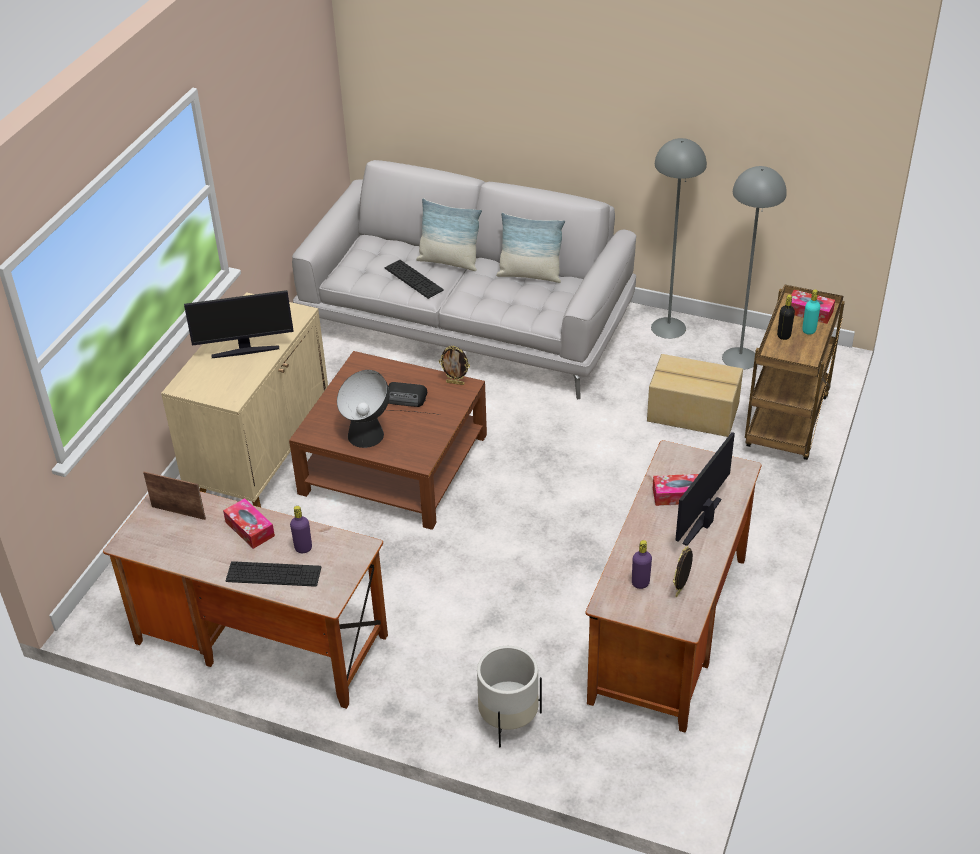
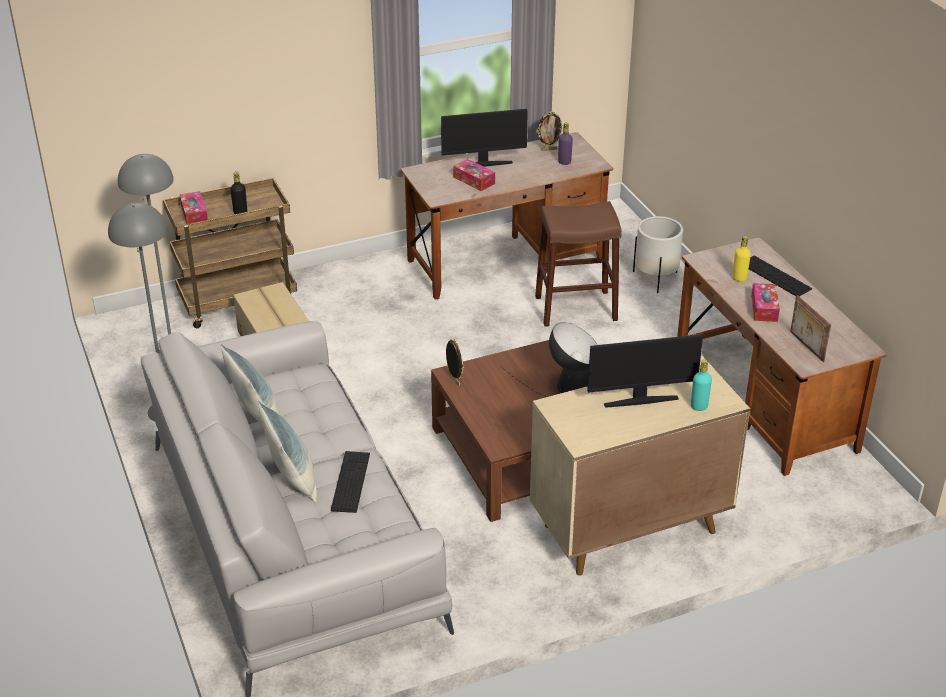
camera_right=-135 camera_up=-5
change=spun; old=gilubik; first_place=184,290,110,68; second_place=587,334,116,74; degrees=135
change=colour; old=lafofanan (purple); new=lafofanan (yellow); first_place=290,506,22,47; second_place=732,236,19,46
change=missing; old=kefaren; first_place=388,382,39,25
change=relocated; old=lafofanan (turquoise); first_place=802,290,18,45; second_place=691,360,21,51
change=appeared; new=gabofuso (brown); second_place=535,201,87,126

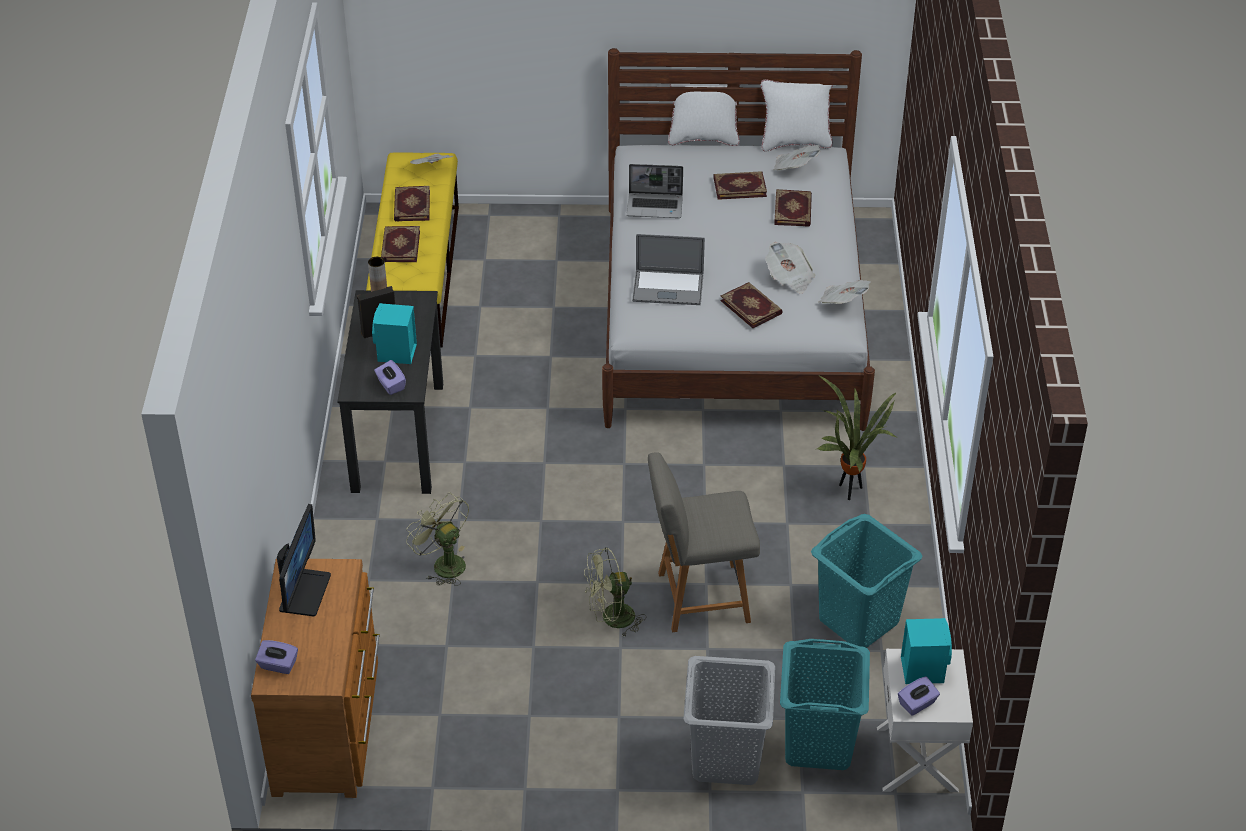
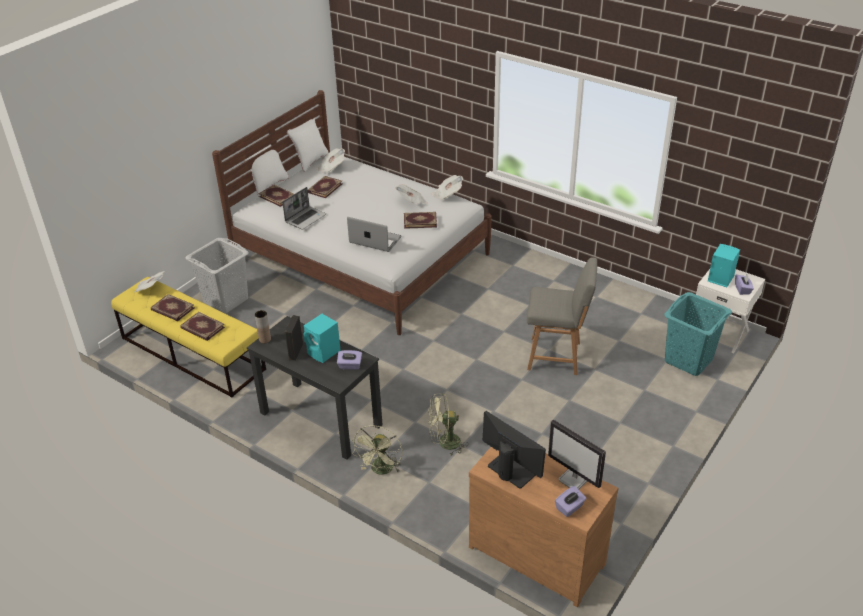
camera_right=-55 camera_up=-5
change=relocated; old=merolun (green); first_place=584,547,62,90; second_place=352,425,51,50
change=spun; old=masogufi; first_place=632,234,73,71; second_place=347,217,55,35; degrees=-105
change=spun; old=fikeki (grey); first_place=648,452,112,180; second_place=527,258,70,117; degrees=-105
change=relocated; old=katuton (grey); first_place=683,656,92,129; second_place=185,238,64,75
change=relocated; old=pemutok; first_place=774,189,38,38; second_place=258,185,36,22
change=missing; old=katuton (turquoise); first_place=811,514,111,134
change=missing; old=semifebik; first_place=817,376,79,124
change=appeared; new=gilubik; second_place=548,420,58,69

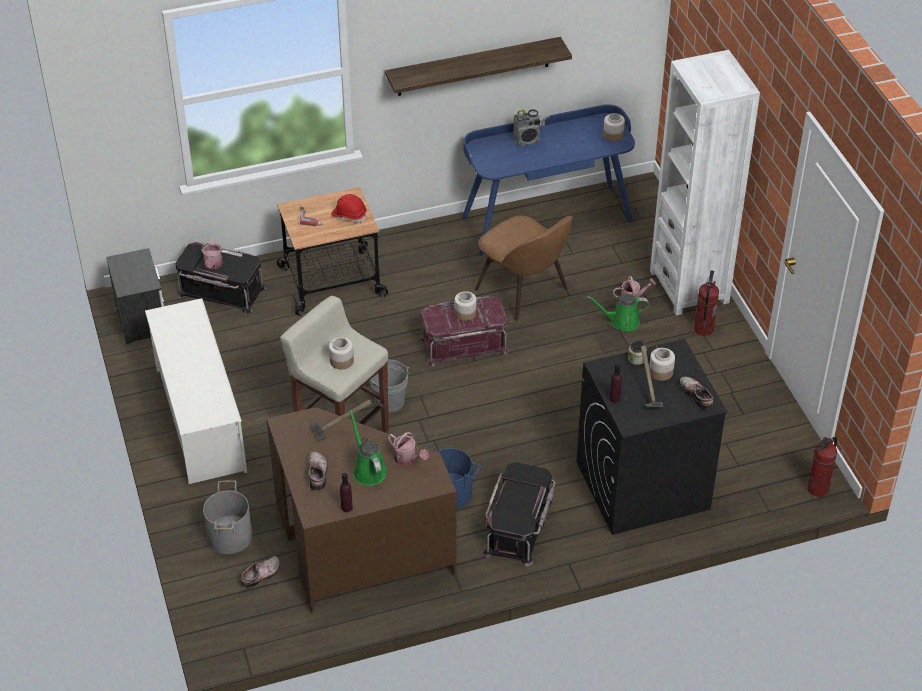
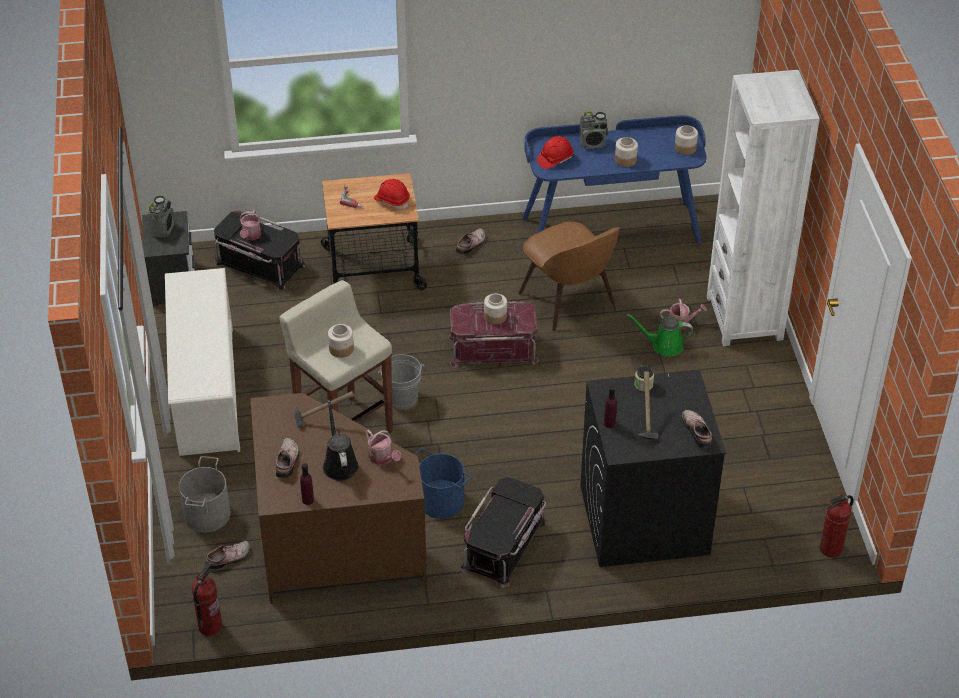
camera_right=10 camera_up=0
change=colour; old=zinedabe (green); new=zinedabe (black); first_place=350,410,37,76; second_place=323,400,35,81
change=missing; old=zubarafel; first_place=385,37,187,59
change=relocated; old=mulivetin; first_place=649,348,26,33; second_place=615,137,23,30
change=relocated; old=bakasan; first_place=694,270,25,66; second_place=192,563,30,73
change=appeared; new=kefaren; second_place=148,196,27,42
change=appeared; new=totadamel; second_place=456,228,30,26
change=appeared; new=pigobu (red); second_place=537,136,36,33

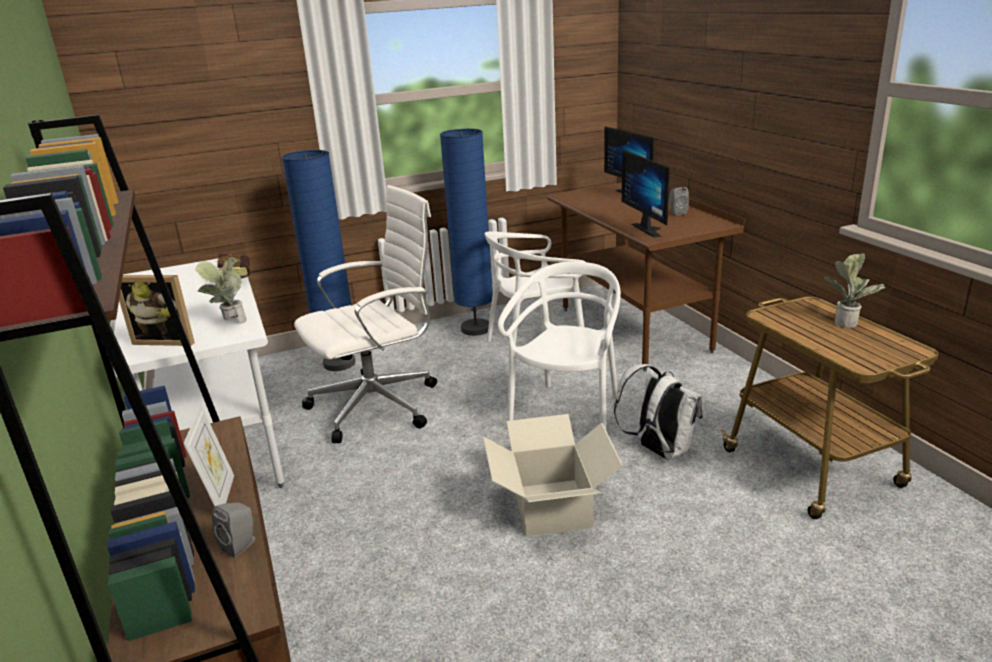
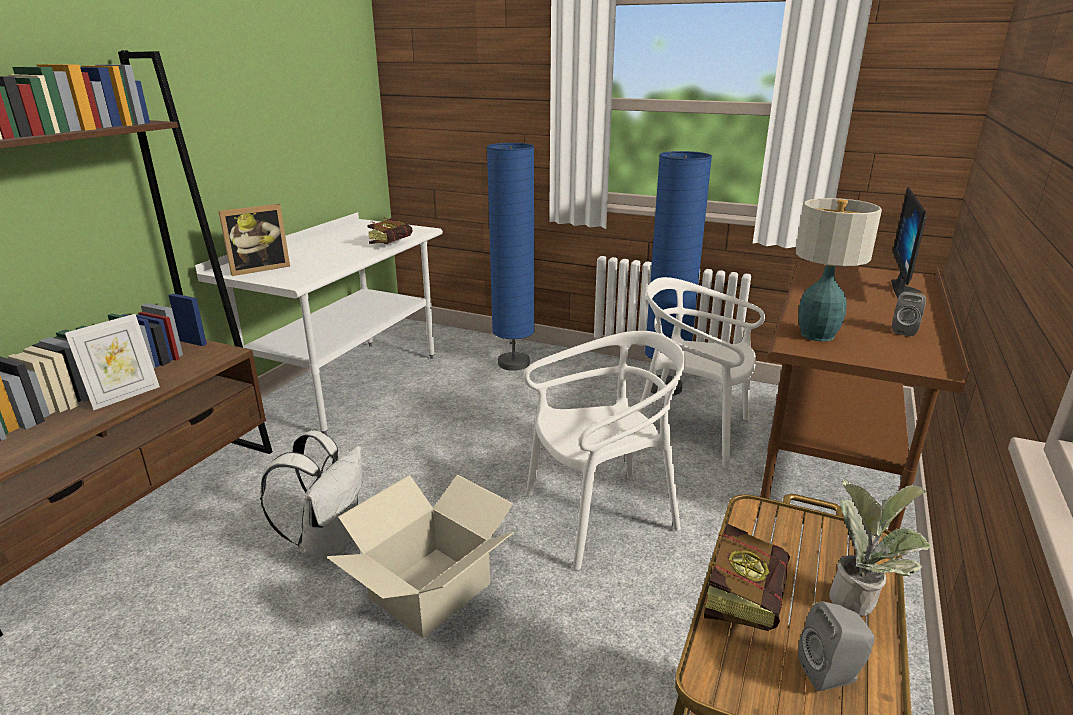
camera_right=45 camera_up=0
change=spun; old=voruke; first_place=119,275,76,71; second_place=218,204,72,72; degrees=-90
change=missing; old=semifebik; first_place=195,257,52,67
change=relocated; old=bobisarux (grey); first_place=212,503,43,55; second_place=798,601,77,90
change=missing; old=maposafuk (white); first_place=294,185,143,258
change=relocated; old=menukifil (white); first_place=614,364,89,96; second_place=260,430,102,131
change=exchanged; old=gilubik; new=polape; first_place=622,149,48,89; second_place=796,198,86,144
change=appeared; new=pemutok; second_place=704,524,86,107

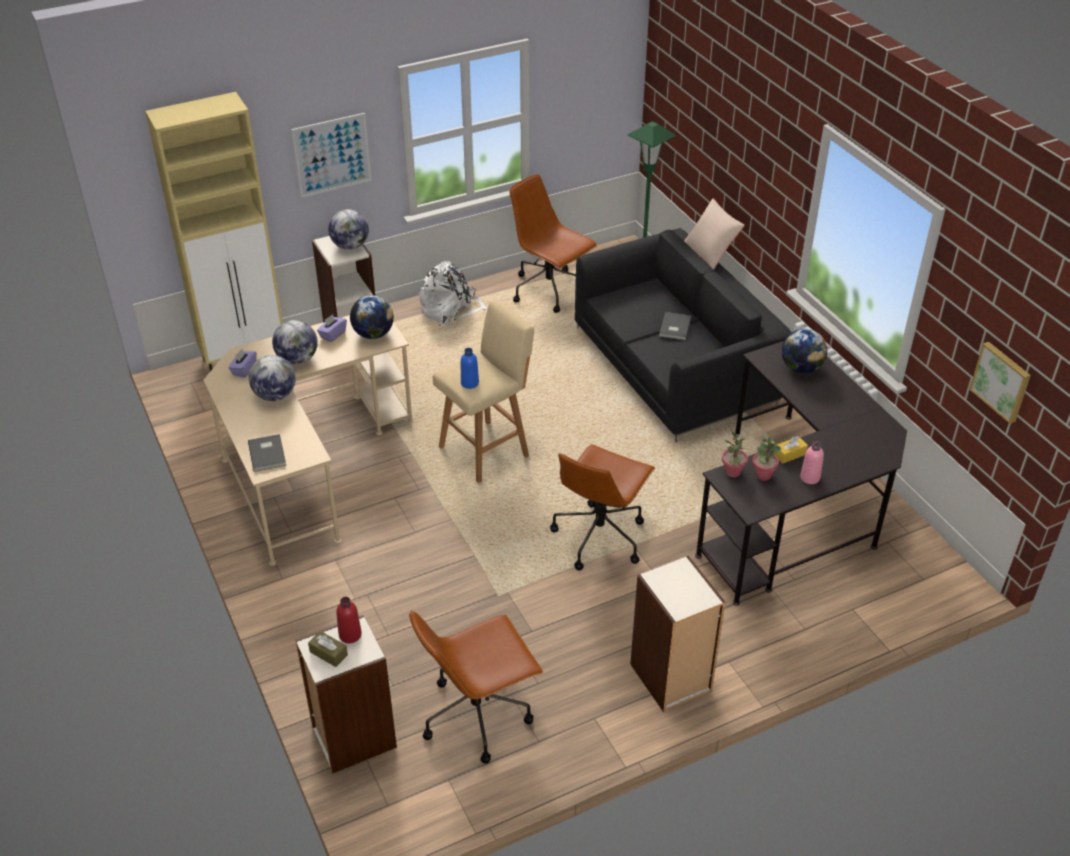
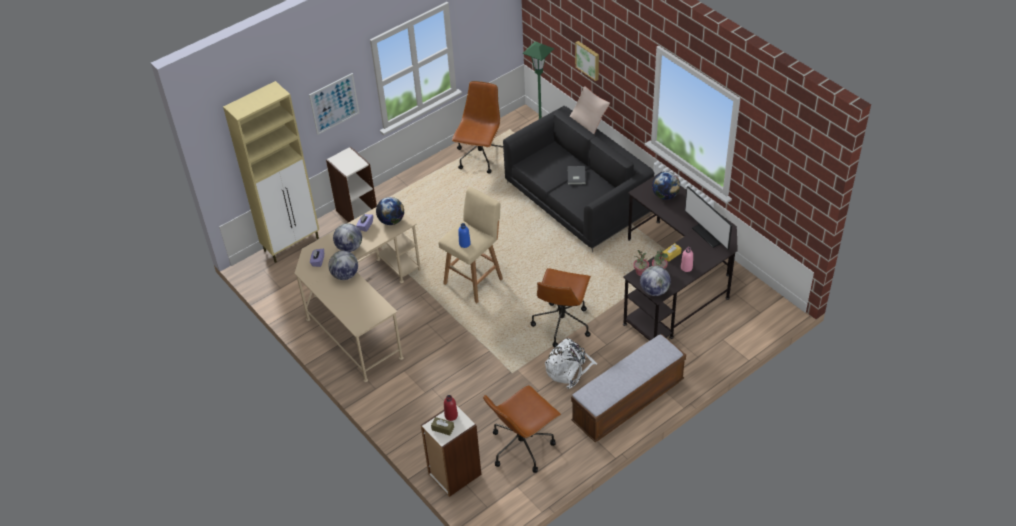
camera_right=-10 camera_up=5
change=missing; old=pemutok (grey); first_place=248,434,38,38
change=relocated; old=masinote; first_place=328,209,41,41; second_place=640,266,31,30
change=relocated; old=menukifil (white); first_place=419,261,68,66; second_place=545,338,52,51
change=spun; old=maposafuk (brown); first_place=510,174,88,139; second_place=452,81,51,93; degrees=75
change=exchanged; old=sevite; new=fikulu; first_place=630,556,95,156; second_place=571,334,115,108
change=relocated; old=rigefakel; first_place=969,342,62,82; second_place=575,41,24,40
change=appeared; new=gilubik; second_place=685,186,47,64

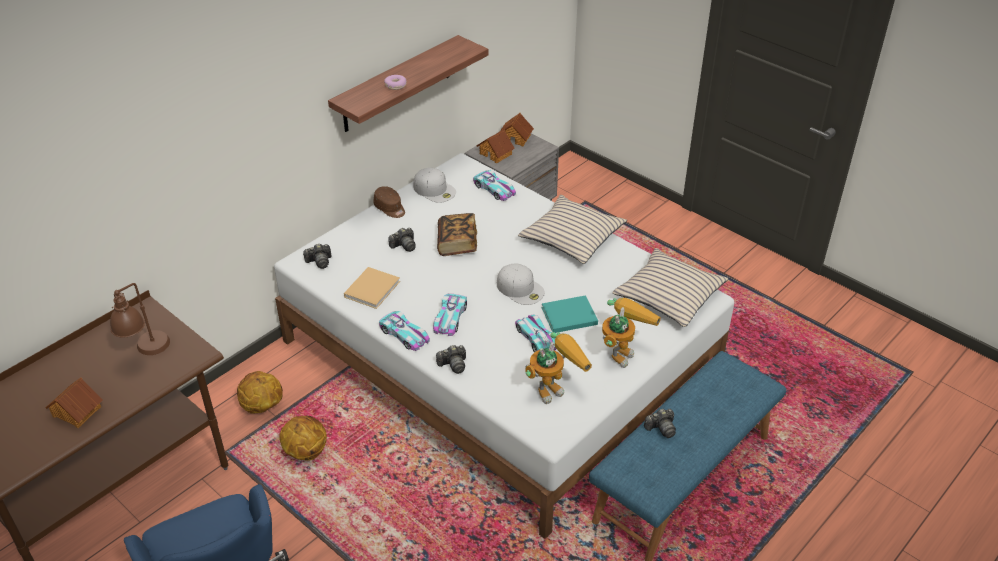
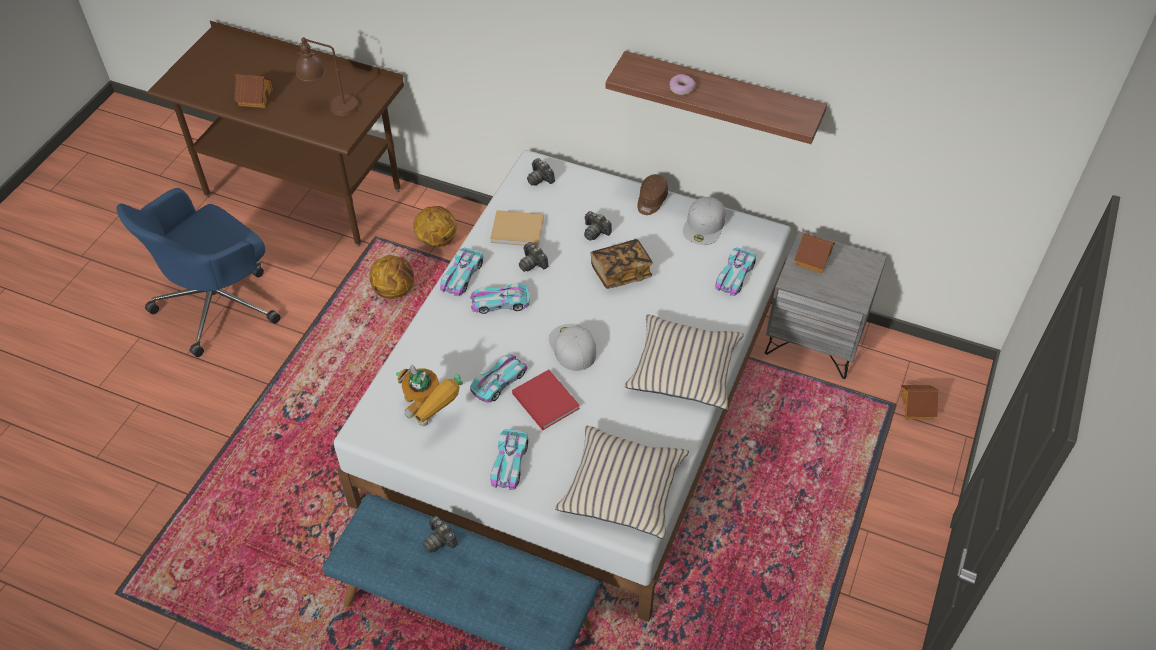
camera_right=70 camera_up=10
change=relocated; old=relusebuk; first_place=436,345,30,29; second_place=519,242,29,30
change=spun; old=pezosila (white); first_place=497,263,48,42; second_place=549,324,47,47; degrees=135
change=relocated; old=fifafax; first_place=500,113,34,33; second_place=900,385,39,35
change=colour; old=pemutok (turquoise); new=pemutok (red); first_place=542,295,56,38; second_place=512,369,68,61
change=exchanged; old=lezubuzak; new=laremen; first_place=602,298,59,70; second_place=490,429,38,61

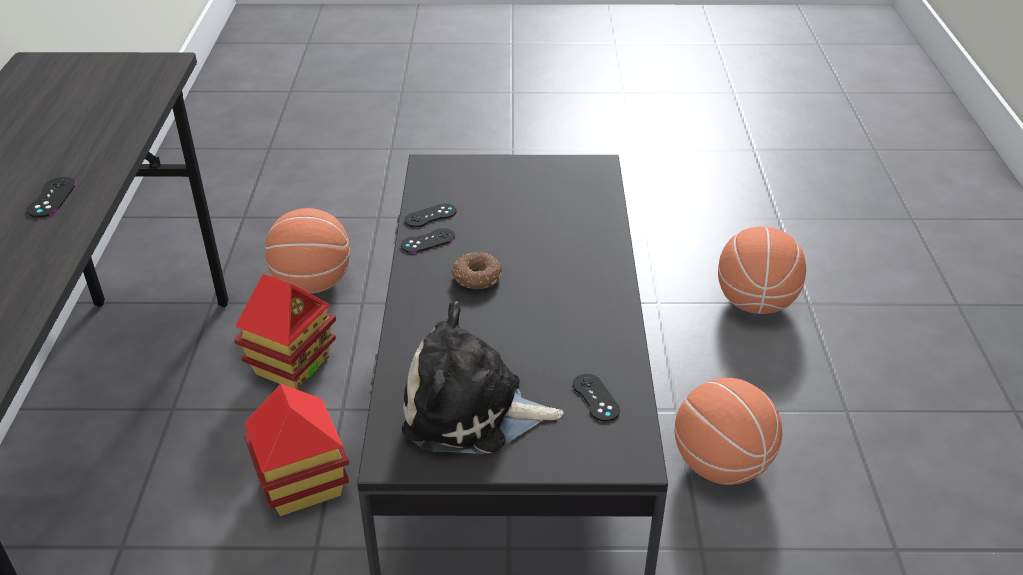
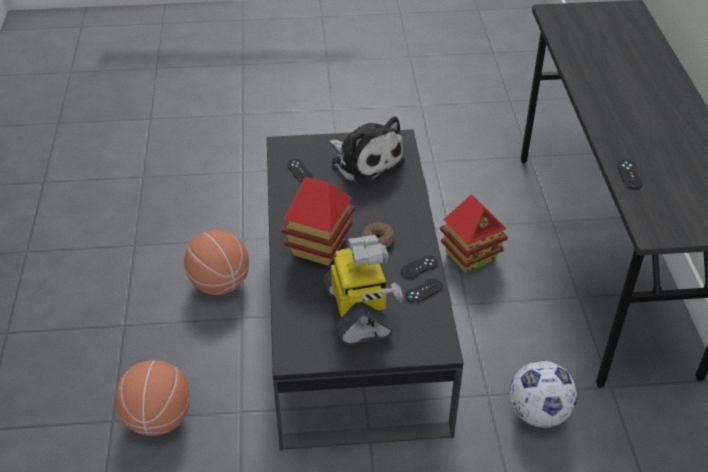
camera_right=175 camera_up=5
change=relocated; old=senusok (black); first_place=26,177,50,41; second_place=617,160,26,29
change=relocated; old=fifafax; first_place=234,274,102,115; second_place=282,177,72,89
change=exchanged; old=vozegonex; new=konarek; first_place=265,208,85,86; second_place=510,360,67,68
change=spun; old=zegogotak; first_place=402,301,162,153; second_place=330,116,75,69; degrees=45
change=appeared; new=lezubuzak; second_place=324,235,79,110

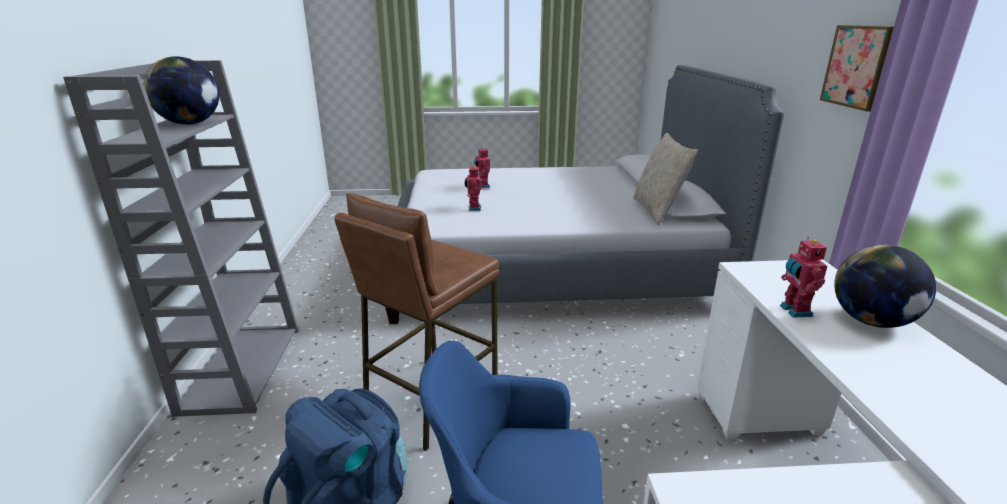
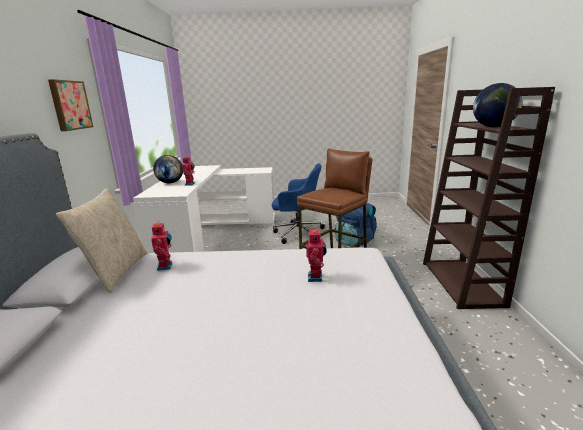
camera_right=-175 camera_up=-5
change=colour; old=sevite (grey); new=sevite (brown); first_place=63,60,236,357; second_place=423,87,132,222
change=relocated; old=lezubuzak; first_place=474,147,16,41; second_place=151,221,21,50

